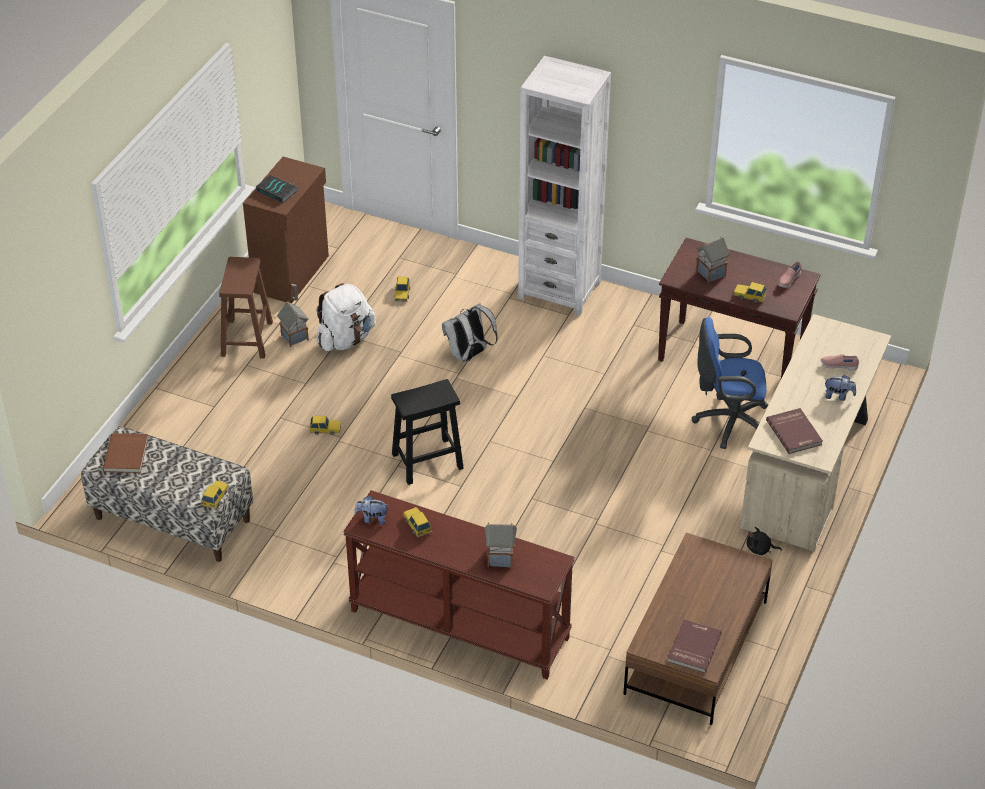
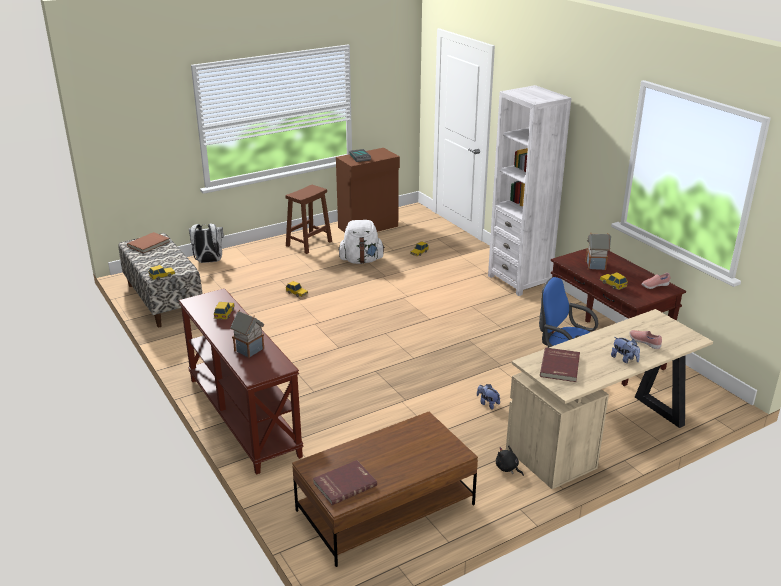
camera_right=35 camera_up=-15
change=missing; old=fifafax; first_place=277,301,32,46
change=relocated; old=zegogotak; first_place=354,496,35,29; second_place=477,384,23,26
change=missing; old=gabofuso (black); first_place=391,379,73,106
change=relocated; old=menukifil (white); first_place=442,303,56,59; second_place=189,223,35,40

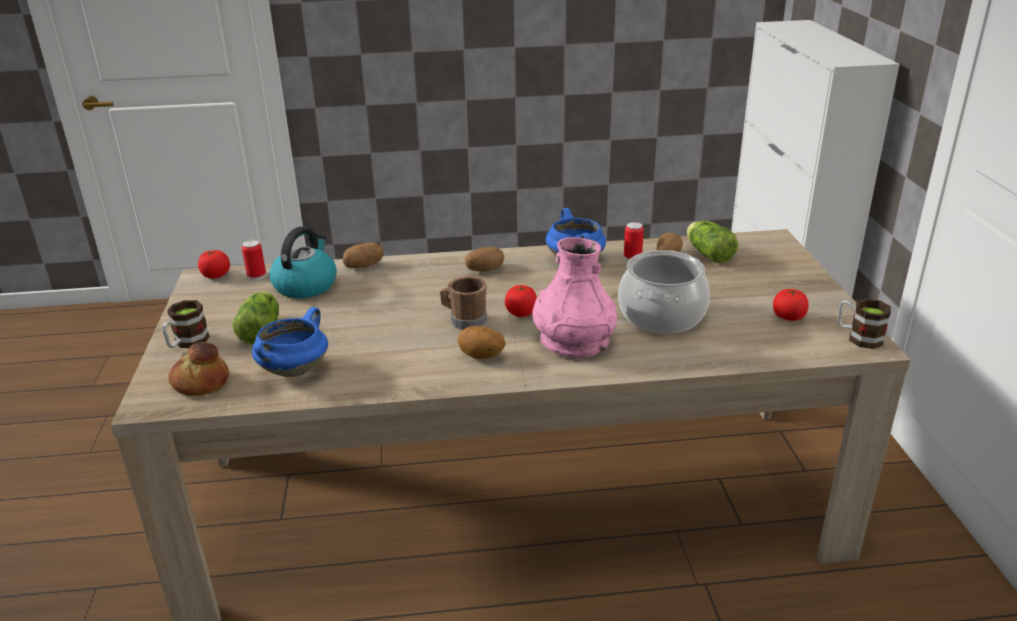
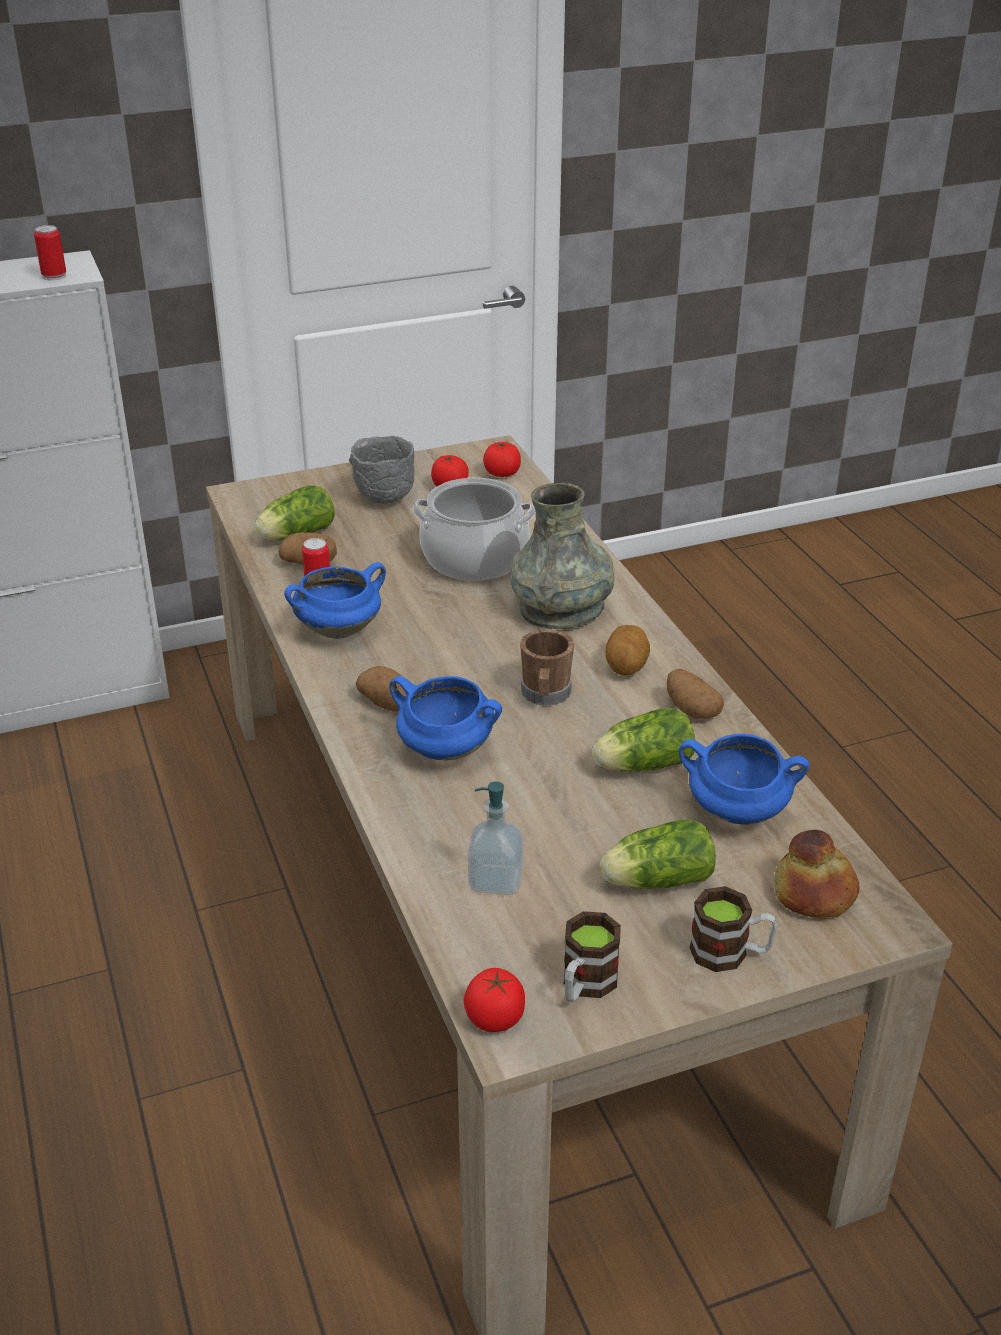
camera_right=-105 camera_up=5
change=relocated; old=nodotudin; first_place=242,240,24,40; second_place=34,225,32,55
change=exchanged; old=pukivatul; new=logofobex; first_place=269,227,68,71; second_place=468,781,56,114
change=relocated; old=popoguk; first_place=342,242,42,26; second_place=667,669,57,50
change=relocated; old=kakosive; first_place=505,285,32,32; second_place=483,442,38,35
change=colour; old=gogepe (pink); new=gogepe (grey); first_place=532,237,85,121; second_place=510,483,105,146
change=relocated; old=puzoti; first_place=838,299,53,50; second_place=563,911,58,91
change=appeared; new=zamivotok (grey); second_place=349,436,66,68
change=appeared; new=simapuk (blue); second_place=389,676,113,85
change=appeared; new=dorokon; second_place=592,708,103,64

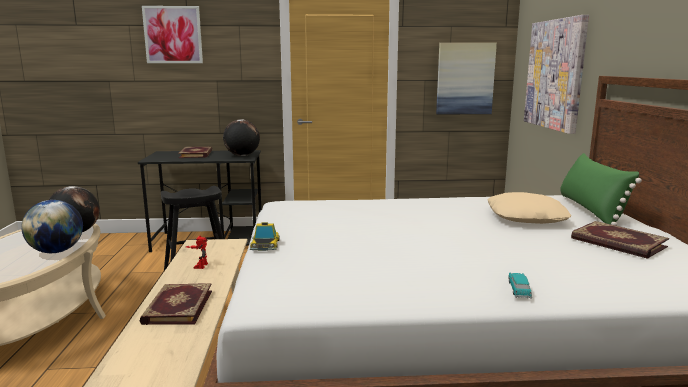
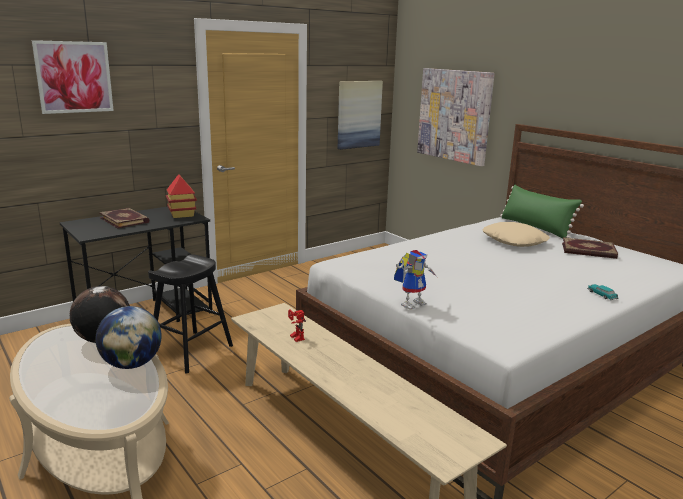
camera_right=-35 camera_up=5
change=missing; old=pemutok; first_place=140,283,72,42
change=exchanged; old=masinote; new=fifafax; first_place=223,119,37,37; second_place=166,174,31,44
change=exchanged; old=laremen; new=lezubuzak; first_place=250,222,30,29; second_place=394,250,42,60

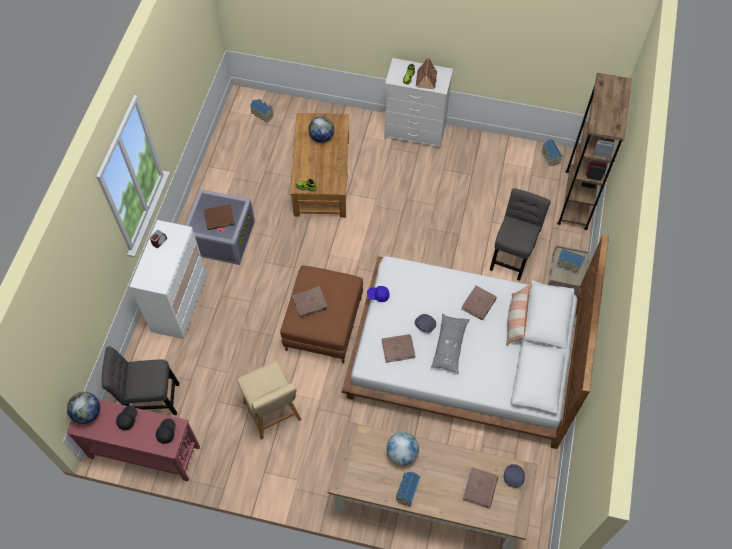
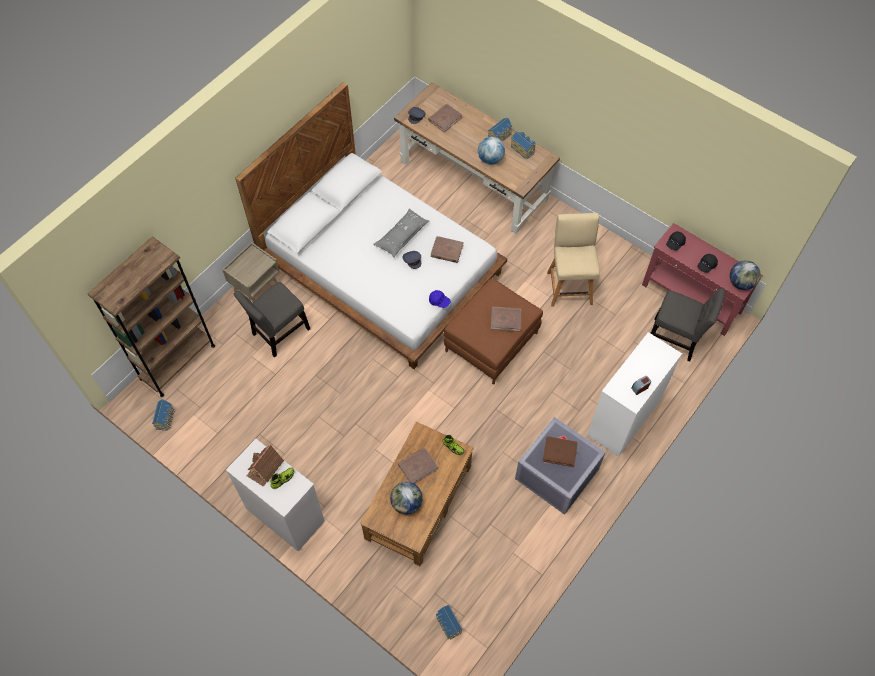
camera_right=-155 camera_up=0
change=relocated; old=pemutok (brown); first_place=461,286,36,34; second_place=398,448,40,36
change=missing; old=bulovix; first_place=506,284,25,62
change=relocated; old=fifafax; first_place=556,249,29,25; second_place=511,132,25,28

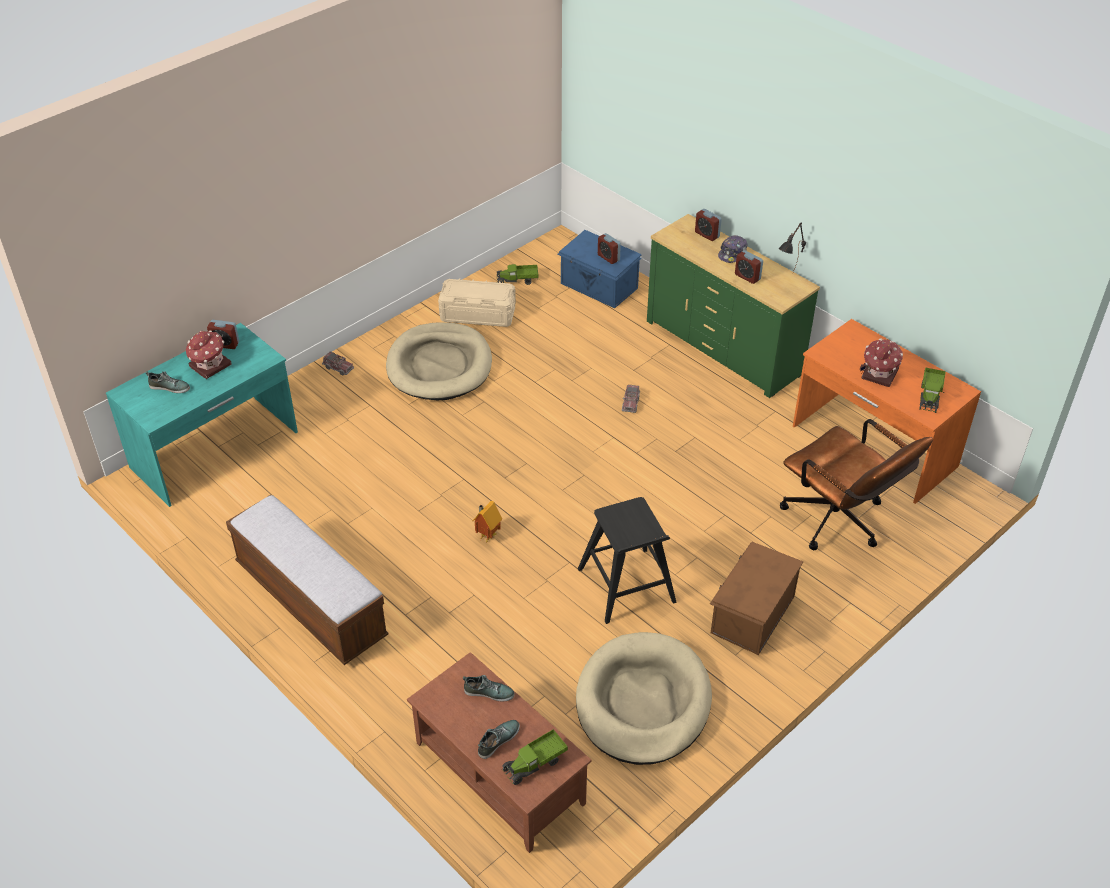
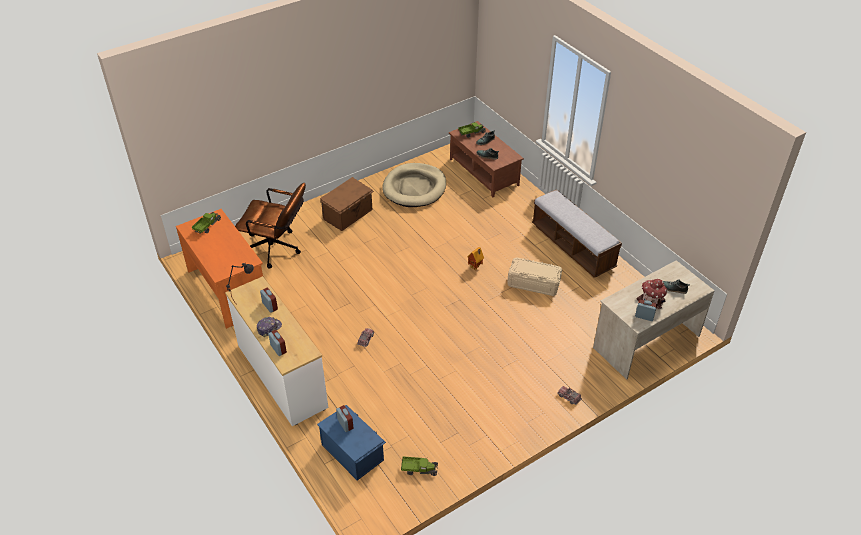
camera_right=-170 camera_up=0
change=colour; old=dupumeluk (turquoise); new=dupumeluk (beige); first_place=106,323,192,184; second_place=593,260,122,120
change=missing; old=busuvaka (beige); first_place=386,322,106,78
change=relocated; old=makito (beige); first_place=438,278,78,49; second_place=507,257,55,39
change=missing; old=gabofuso (black); first_place=578,497,99,127
change=colour; old=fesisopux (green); new=fesisopux (white); first_place=647,214,173,184; second_place=225,276,103,150
change=spun; old=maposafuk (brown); first_place=780,419,153,131; second_place=235,183,71,86; degrees=135
change=missing; old=fifafax; first_place=860,338,43,49

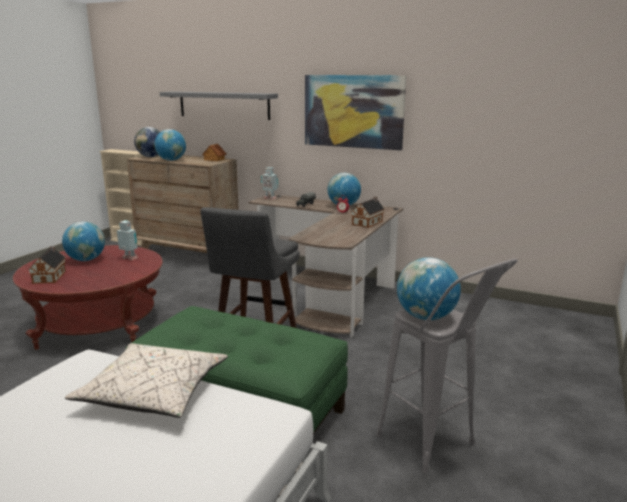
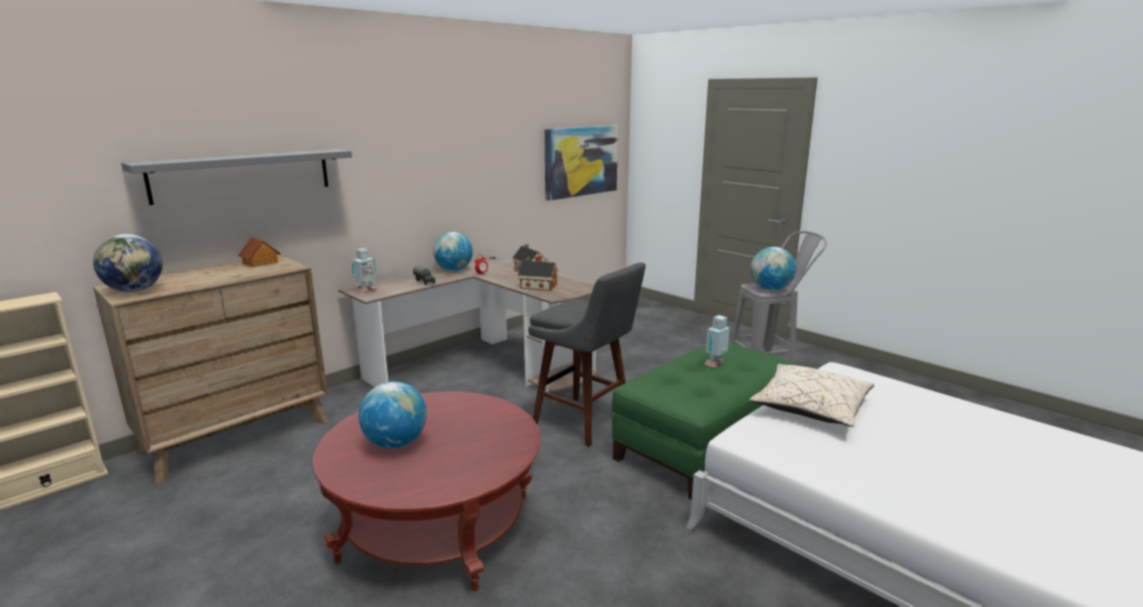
camera_right=-70 camera_up=0
change=relocated; old=fifafax; first_place=28,246,38,38; second_place=518,257,40,34
change=relocated; old=lezubuzak; first_place=117,220,21,40; second_place=705,315,25,53
change=missing; old=masinote; first_place=154,129,32,32
change=relocated; old=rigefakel; first_place=305,75,101,75; second_place=544,126,74,75

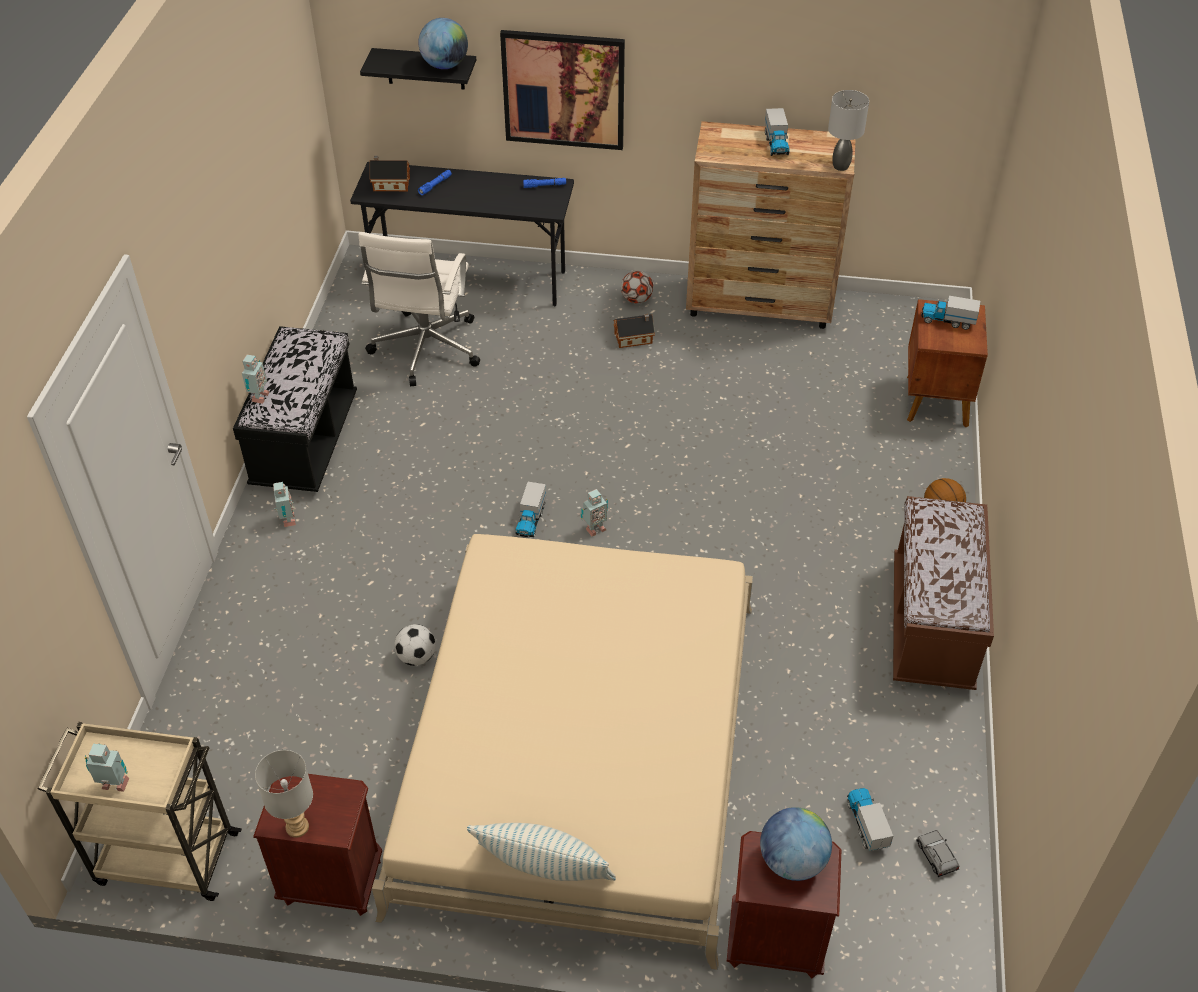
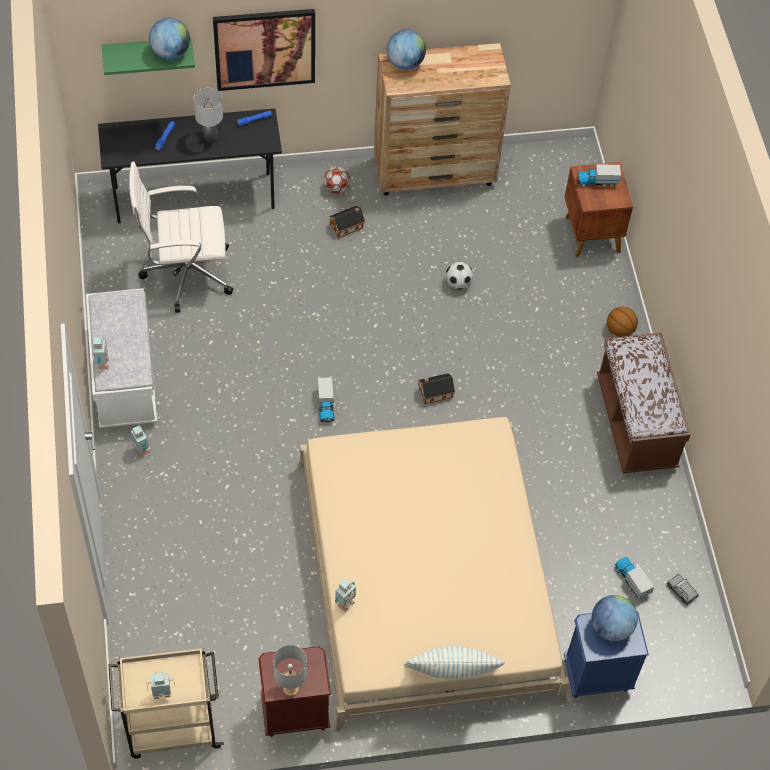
camera_right=-20 camera_up=10
change=colour; old=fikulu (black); new=fikulu (white); first_place=233,326,124,166; second_place=86,288,71,140
change=spun; old=maposafuk (white); first_place=358,232,122,154; second_place=129,161,104,152; degrees=90
change=colour; old=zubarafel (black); new=zubarafel (green); first_place=360,48,116,42; second_place=102,37,93,38
change=relocated; old=fifafax; first_place=370,156,40,35; second_place=418,373,37,31
change=relocated; old=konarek; first_place=394,624,42,42; second_place=446,262,27,28
change=relocated; old=lezubuzak; first_place=581,489,27,47; second_place=335,578,21,34
change=colour; old=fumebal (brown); new=fumebal (blue); first_place=727,831,114,147; second_place=564,612,85,87
change=missing; old=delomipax; first_place=765,108,24,48
change=relocated; old=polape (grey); first_place=828,90,41,81; second_place=194,88,29,54
change=appeared; new=masinote; second_place=387,30,39,40

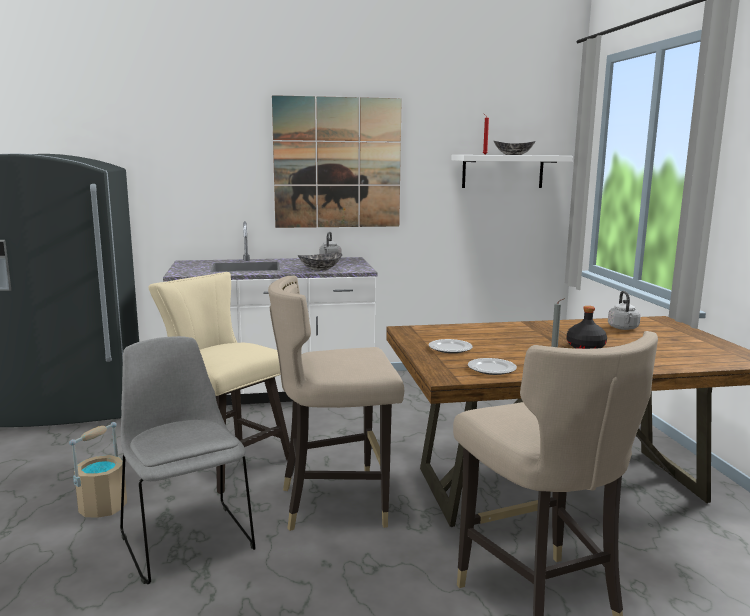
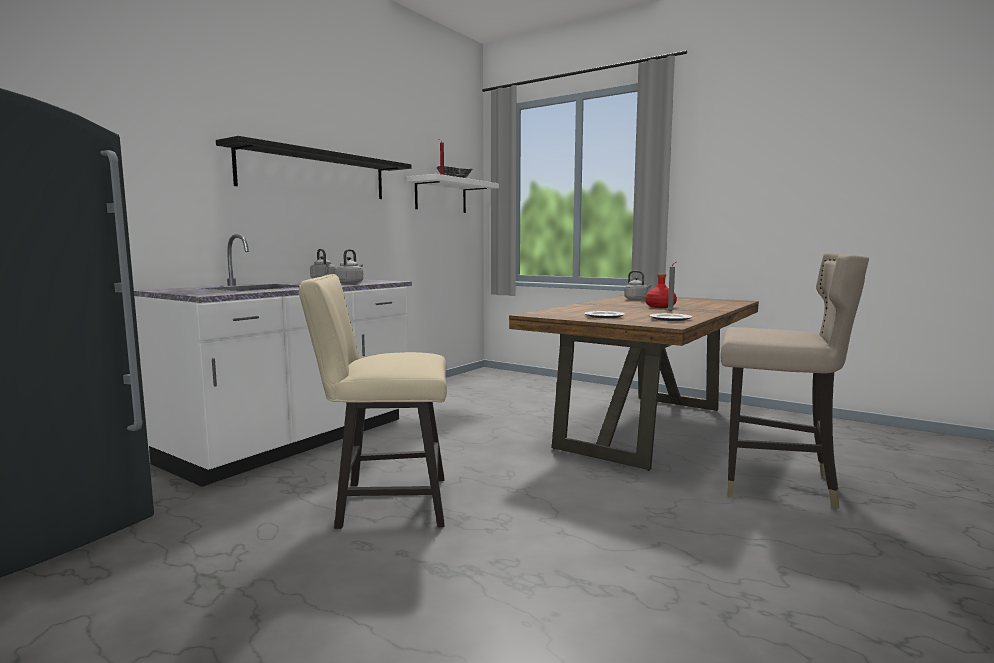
camera_right=-45 camera_up=-5
change=missing; old=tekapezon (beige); first_place=69,422,58,96
change=missing; old=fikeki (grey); first_place=120,336,136,248
change=missing; old=gabofuso (beige); first_place=268,276,136,255
change=exchanged; old=rigefakel; new=zubarafel (black); first_place=272,95,130,133; second_place=216,136,196,63
change=exchanged; old=zamivotok; new=pukivatul (grey); first_place=298,253,44,18; second_place=335,249,28,35
change=colour; old=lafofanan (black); new=lafofanan (red); first_place=567,306,40,43; second_place=645,274,32,34

